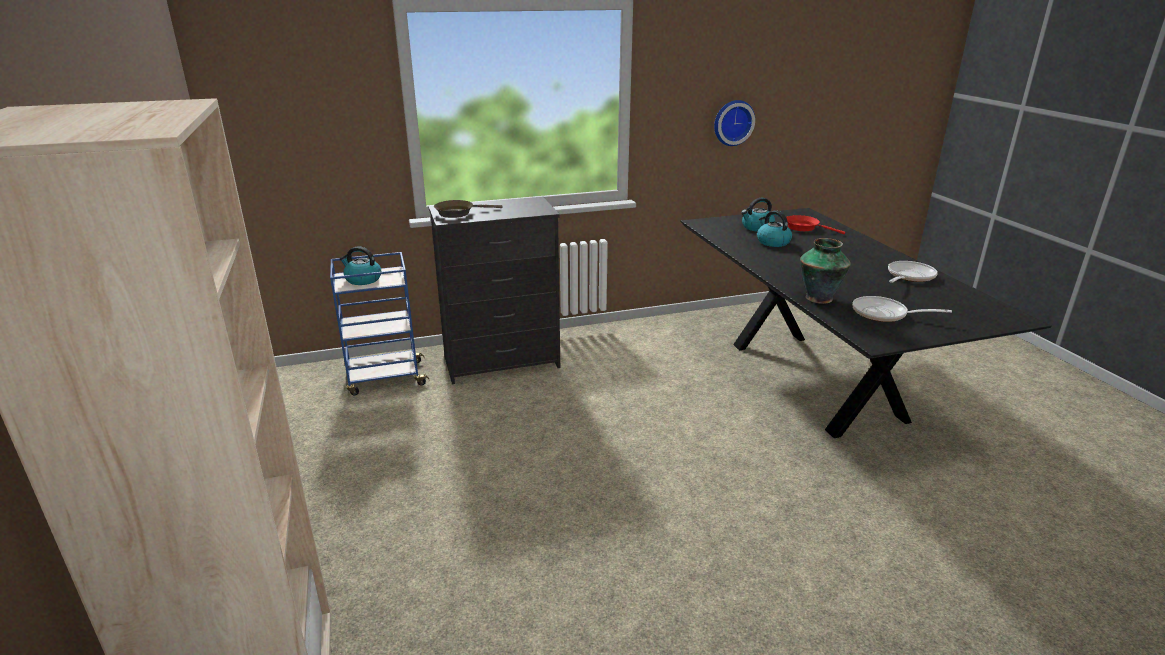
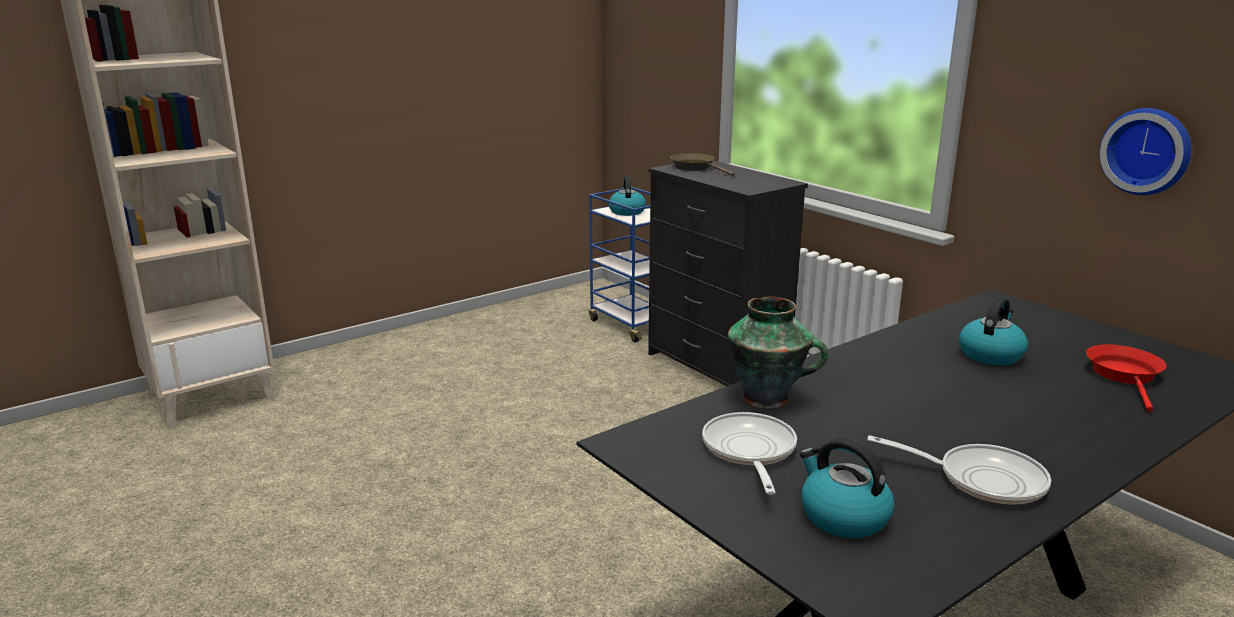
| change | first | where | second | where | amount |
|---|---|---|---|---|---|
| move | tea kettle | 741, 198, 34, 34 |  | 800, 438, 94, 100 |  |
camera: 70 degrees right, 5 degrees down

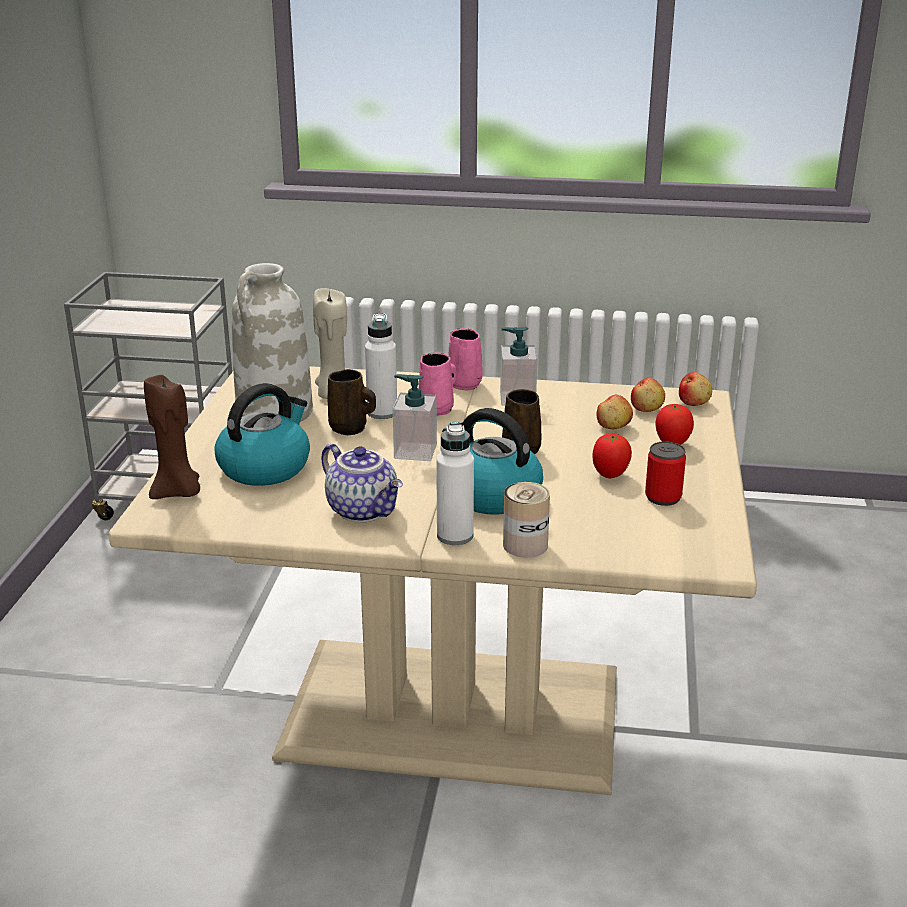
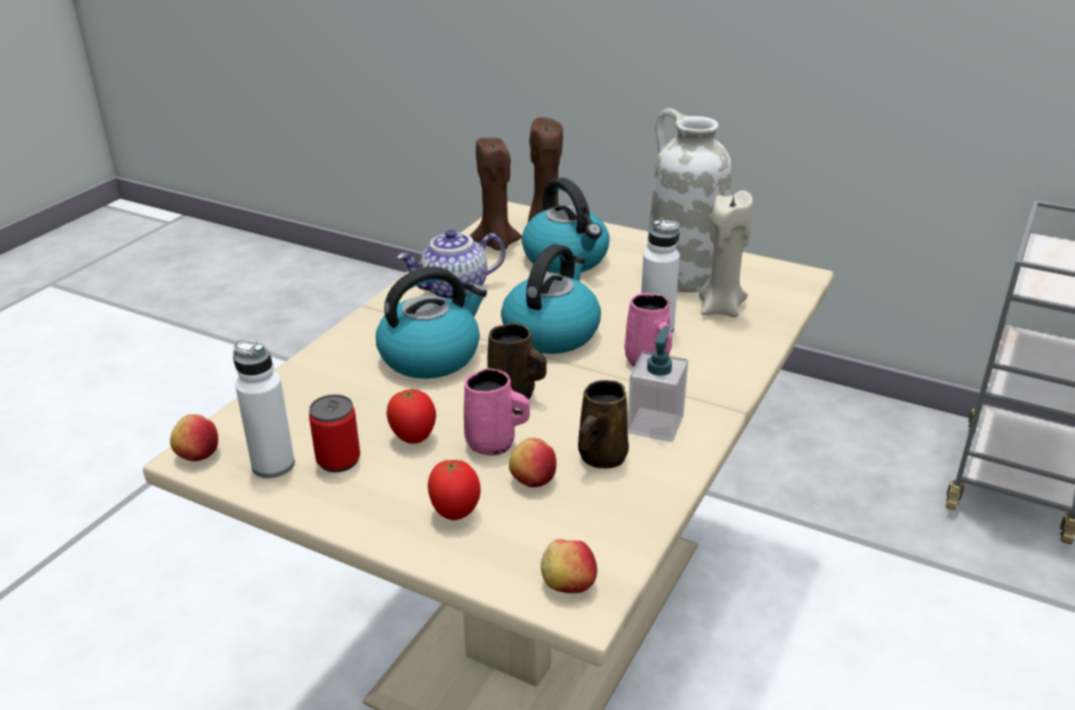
| change | first | where | second | where | amount |
|---|---|---|---|---|---|
| move | apple fruit | 631, 378, 34, 34 |  | 170, 414, 48, 47 |  |
| move | white-coloured beverage bottle | 436, 422, 38, 123 |  | 233, 339, 62, 139 |  |
| move | pink-coloured coffee mug | 448, 328, 35, 62 |  | 464, 368, 66, 88 |  |
| insert |  |  | brownish candle | 470, 138, 52, 113 |  |
| replace | soap dispenser | 393, 374, 44, 87 | tea kettle | 501, 244, 100, 110 |  |
| move | brownish coffee mug | 328, 369, 48, 66 |  | 578, 380, 51, 88 |  |
| delete | can | 503, 482, 47, 75 |  |  |  |
camera: 110 degrees right, 5 degrees up

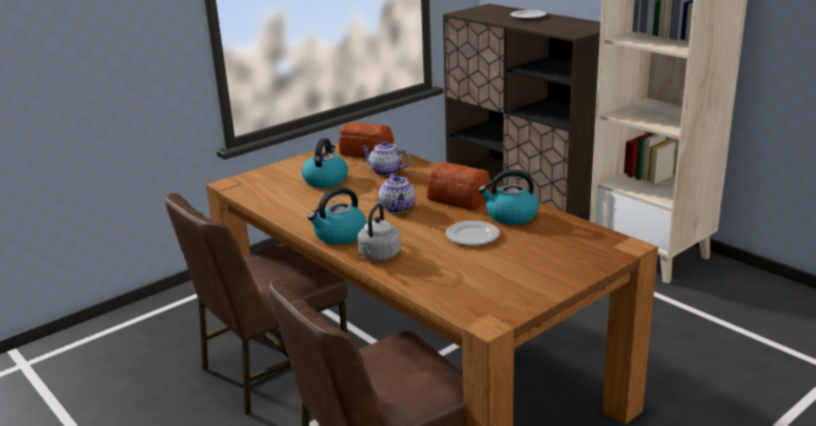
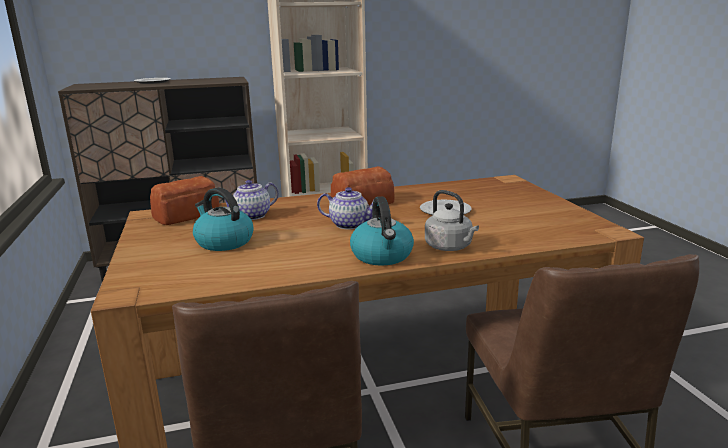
| change | first | where | second | where | amount |
|---|---|---|---|---|---|
| delete | tea kettle | 478, 169, 61, 56 |  |  |  |
camera: 65 degrees left, 5 degrees down

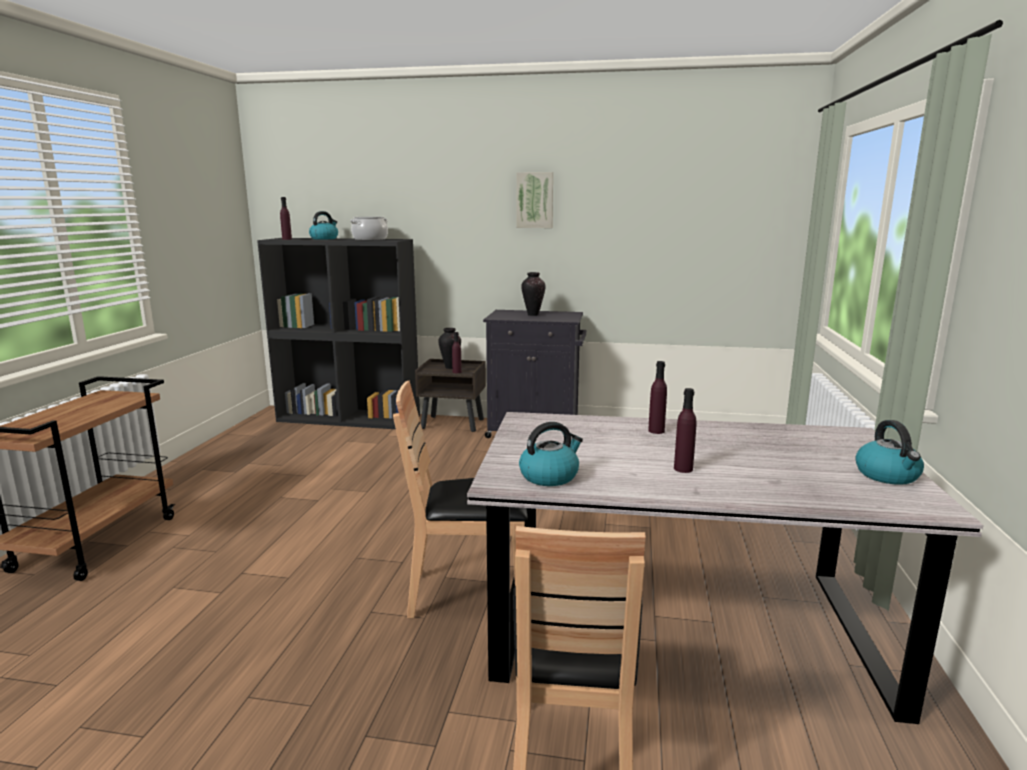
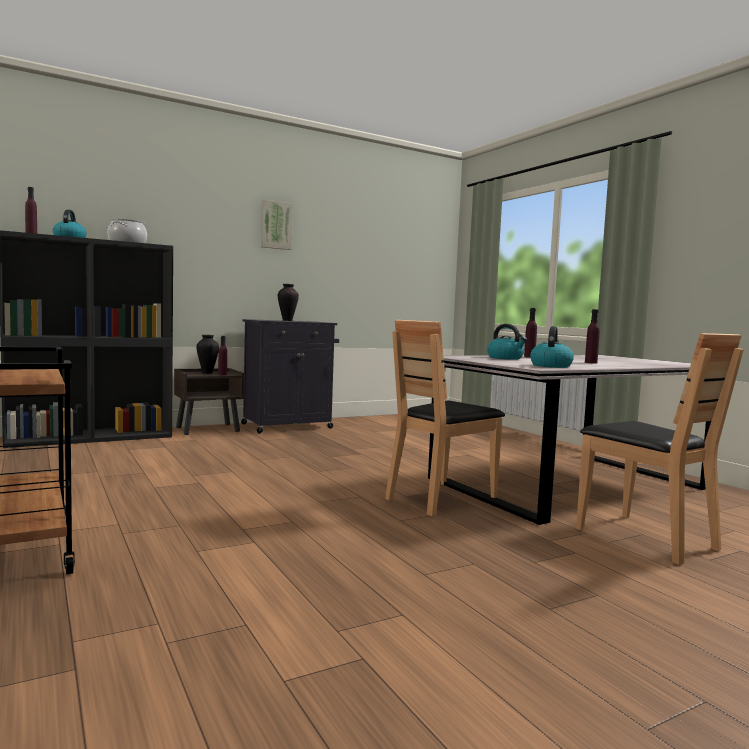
| change | first | where | second | where | amount |
|---|---|---|---|---|---|
| move | tea kettle | 855, 420, 69, 65 |  | 487, 324, 40, 36 |  |
camera: 40 degrees left, 10 degrees down

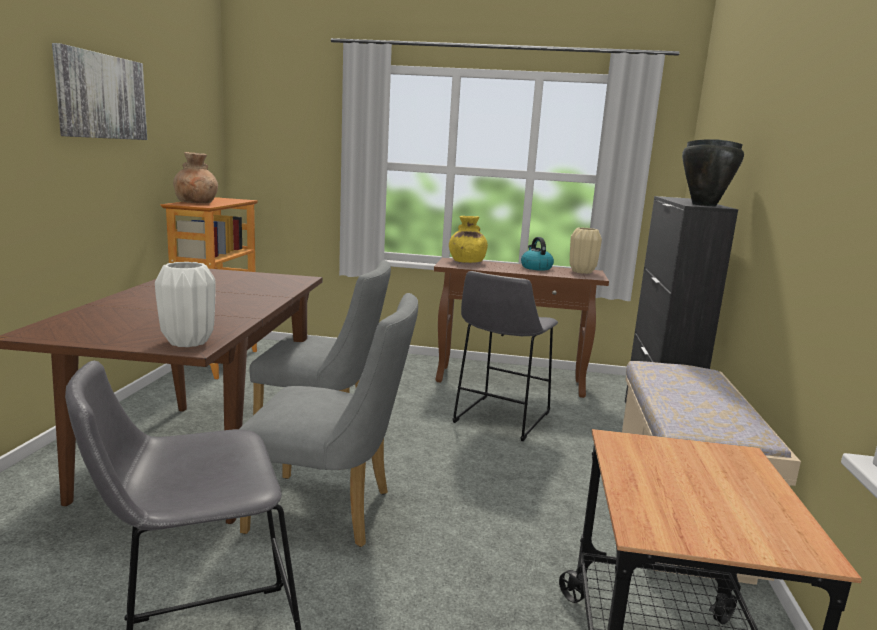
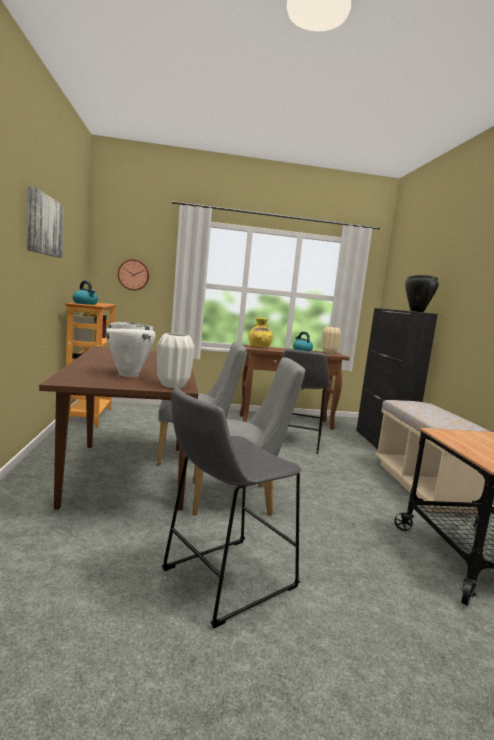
| change | first | where | second | where | amount |
|---|---|---|---|---|---|
| replace | brownish flower vase | 173, 152, 45, 51 | tea kettle | 73, 281, 25, 24 |  |
| insert |  |  | white-coloured cooking pot | 106, 322, 49, 55 |  |
| insert |  |  | hanging clock | 118, 259, 31, 32 |  |
camera: 15 degrees left, 5 degrees down

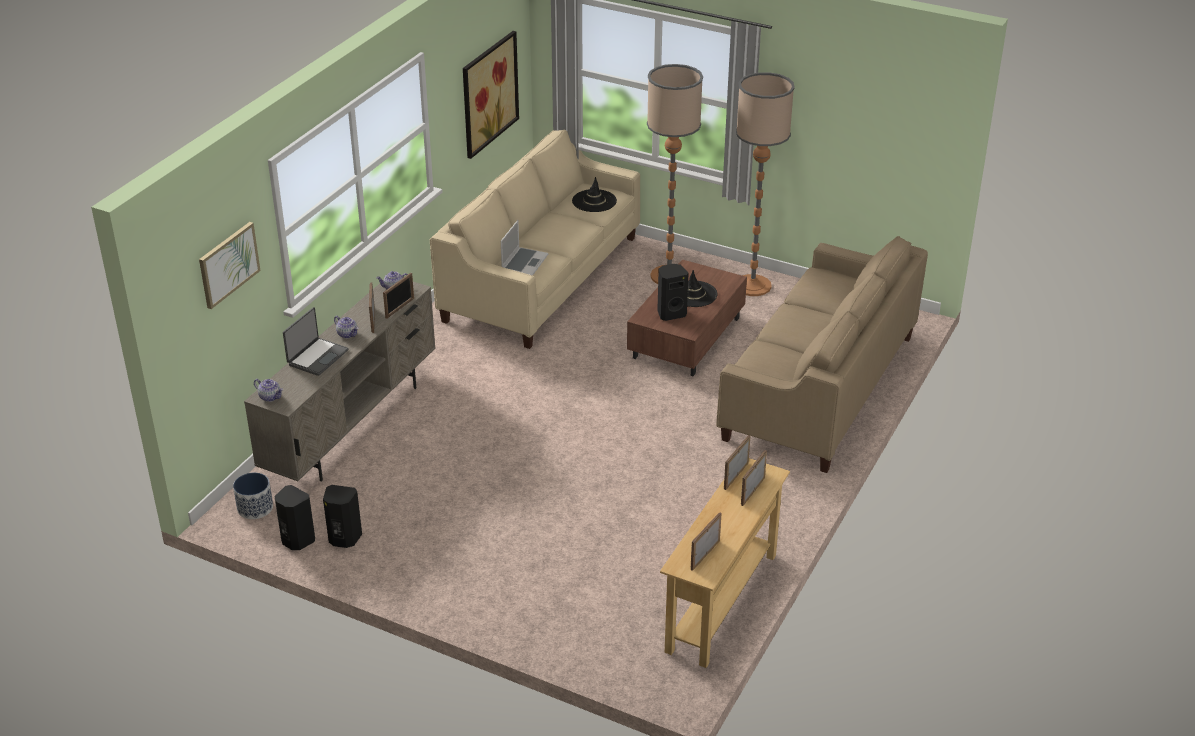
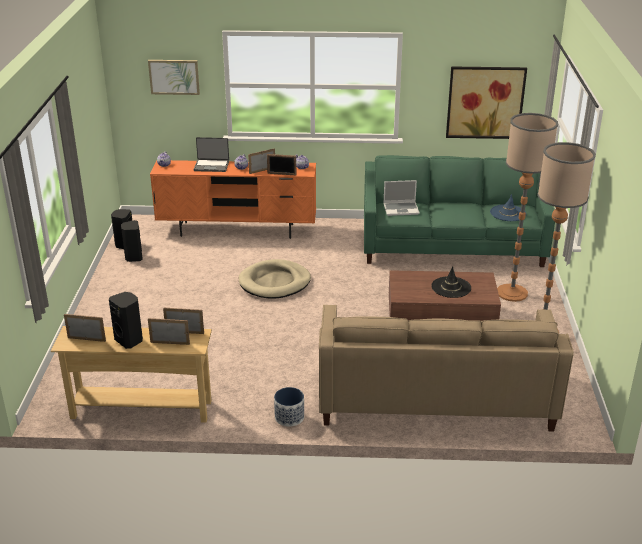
| change | first | where | second | where | amount |
|---|---|---|---|---|---|
| move | black audio speaker | 657, 264, 32, 57 |  | 109, 292, 34, 57 |  |
| recolor | sand-coloured media console | 244, 282, 191, 200 | orange-coloured media console | 150, 160, 166, 79 |  |
| insert |  |  | sand-coloured pet bed | 239, 259, 72, 40 |  |
| move | flower pot | 233, 473, 40, 46 |  | 274, 387, 30, 40 |  |
| recolor | sand-coloured settee | 430, 129, 210, 220 | green settee | 364, 155, 191, 112 |  |
| recolor | black clothing hat | 572, 177, 45, 35 | bluish clothing hat | 490, 194, 36, 27 |  |
camera: 65 degrees right, 5 degrees down

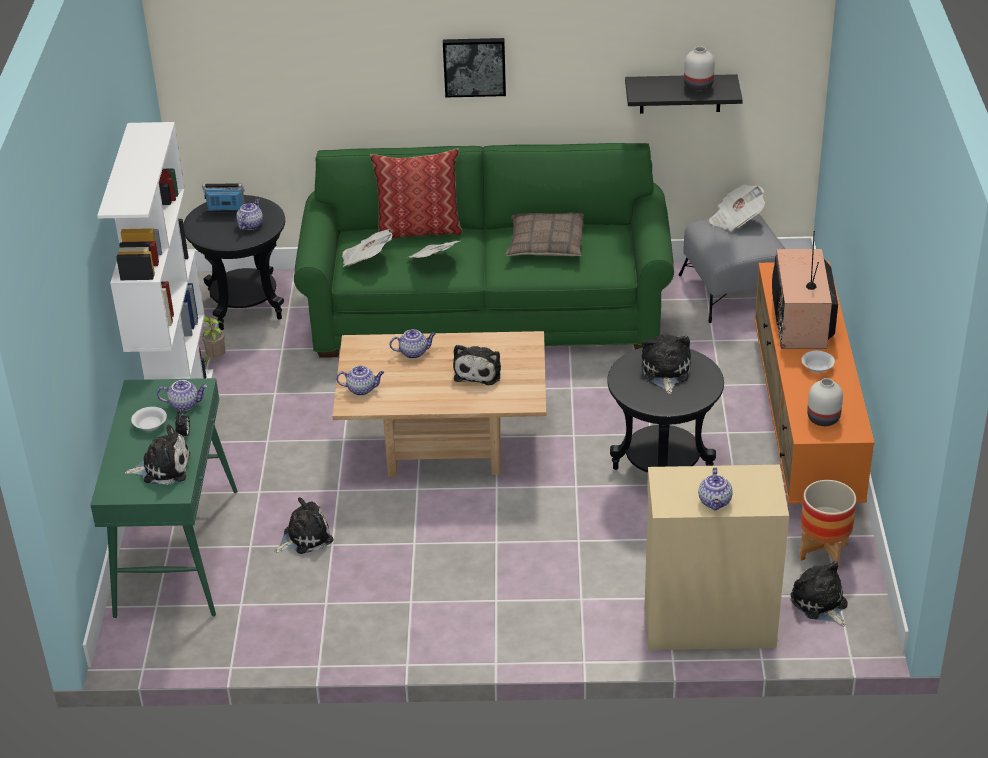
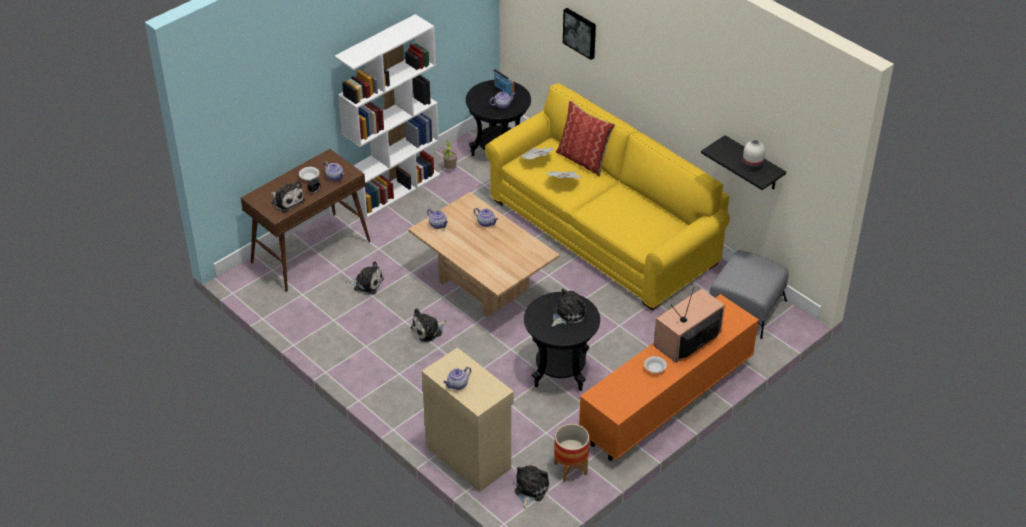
| change | first | where | second | where | amount |
|---|---|---|---|---|---|
| recolor | green hall table | 90, 378, 148, 240 | brownish hall table | 241, 149, 129, 143 |  |
| move | plush toy | 453, 345, 48, 40 |  | 411, 308, 35, 34 |  |
| recolor | green settee | 294, 143, 380, 215 | yellow-coloured settee | 485, 83, 245, 227 |  |
| move | wall art | 443, 38, 63, 59 |  | 563, 8, 33, 52 |  |
| delete | pillow | 506, 213, 78, 43 |  |  |  |
| delete | printed paper | 709, 184, 56, 47 |  |  |  |
| delete | white-coloured flower vase | 807, 378, 36, 48 |  |  |  |
camera: 45 degrees right, 5 degrees up

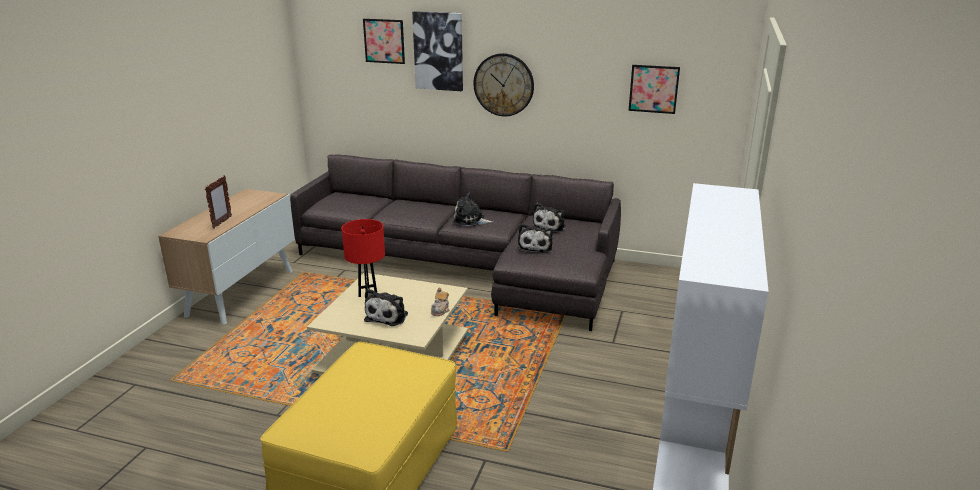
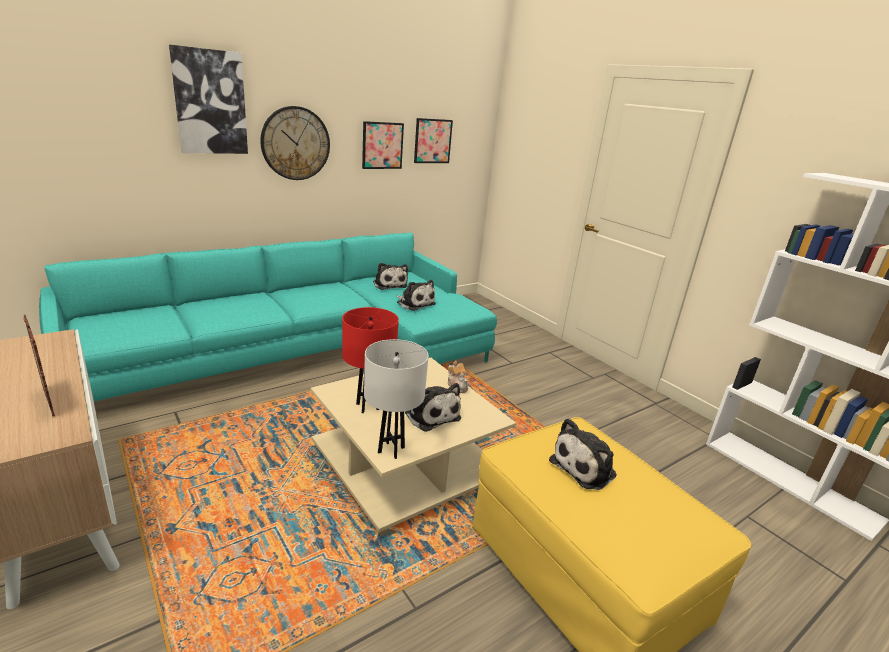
| change | first | where | second | where | amount |
|---|---|---|---|---|---|
| recolor | greyish settee | 290, 154, 331, 177 | blue-green settee | 39, 232, 458, 169 |  |
| move | wall art | 363, 19, 42, 45 |  | 362, 121, 42, 48 |  |
| insert |  |  | white-coloured lamp for a table | 364, 339, 65, 120 |  |
| move | plush toy | 453, 193, 41, 33 |  | 549, 418, 68, 72 |  |
camera: 55 degrees left, 0 degrees up

